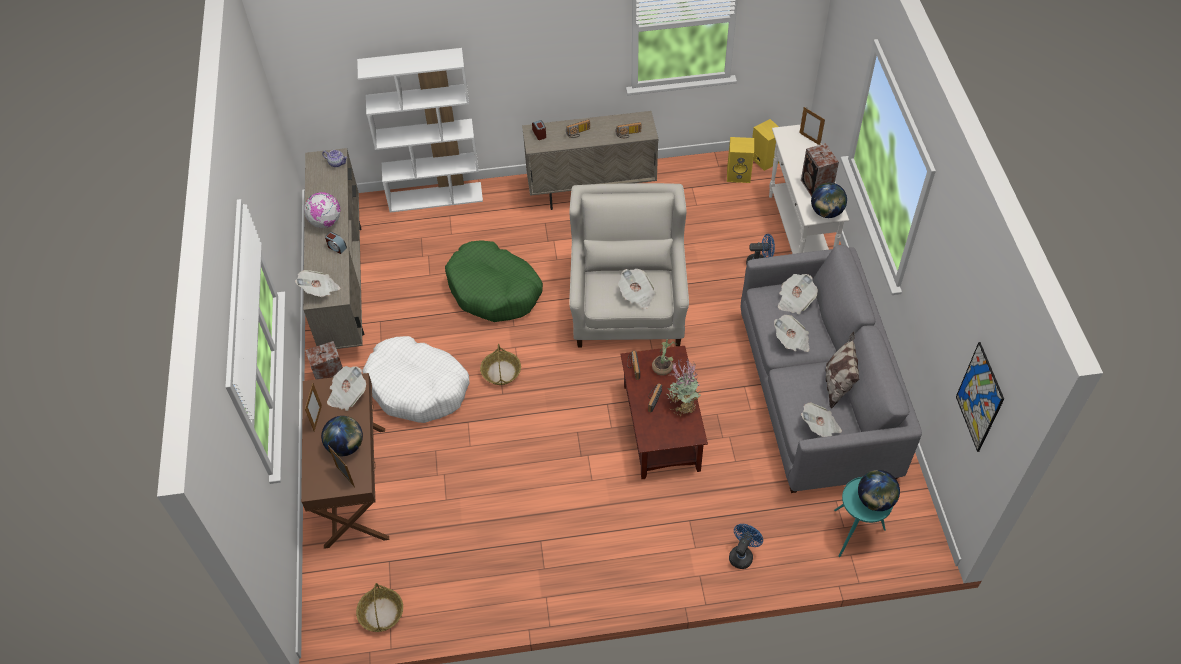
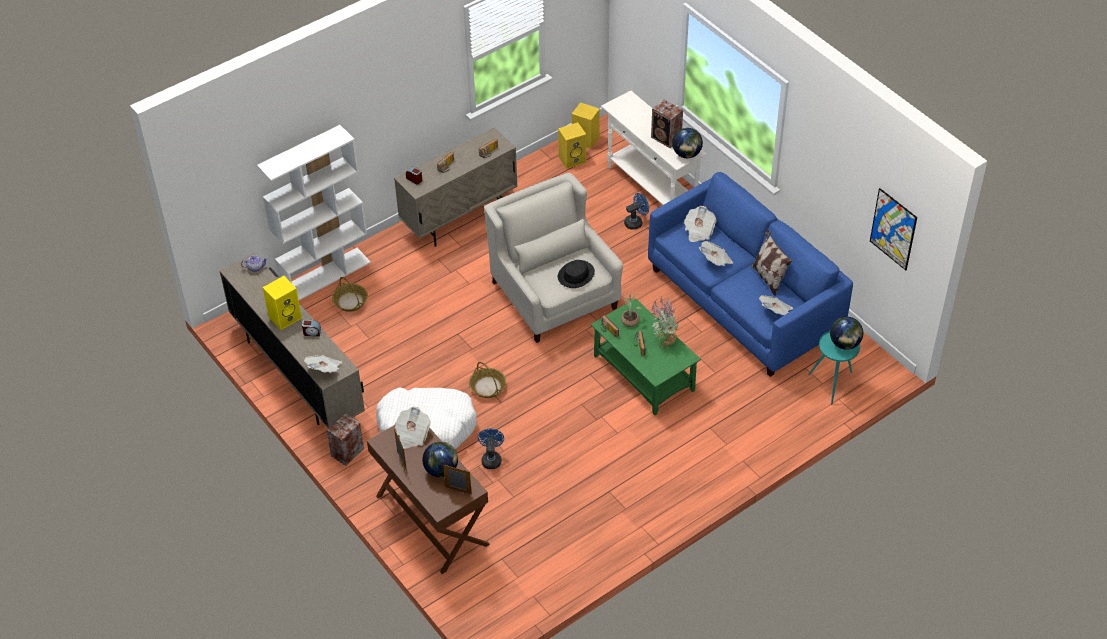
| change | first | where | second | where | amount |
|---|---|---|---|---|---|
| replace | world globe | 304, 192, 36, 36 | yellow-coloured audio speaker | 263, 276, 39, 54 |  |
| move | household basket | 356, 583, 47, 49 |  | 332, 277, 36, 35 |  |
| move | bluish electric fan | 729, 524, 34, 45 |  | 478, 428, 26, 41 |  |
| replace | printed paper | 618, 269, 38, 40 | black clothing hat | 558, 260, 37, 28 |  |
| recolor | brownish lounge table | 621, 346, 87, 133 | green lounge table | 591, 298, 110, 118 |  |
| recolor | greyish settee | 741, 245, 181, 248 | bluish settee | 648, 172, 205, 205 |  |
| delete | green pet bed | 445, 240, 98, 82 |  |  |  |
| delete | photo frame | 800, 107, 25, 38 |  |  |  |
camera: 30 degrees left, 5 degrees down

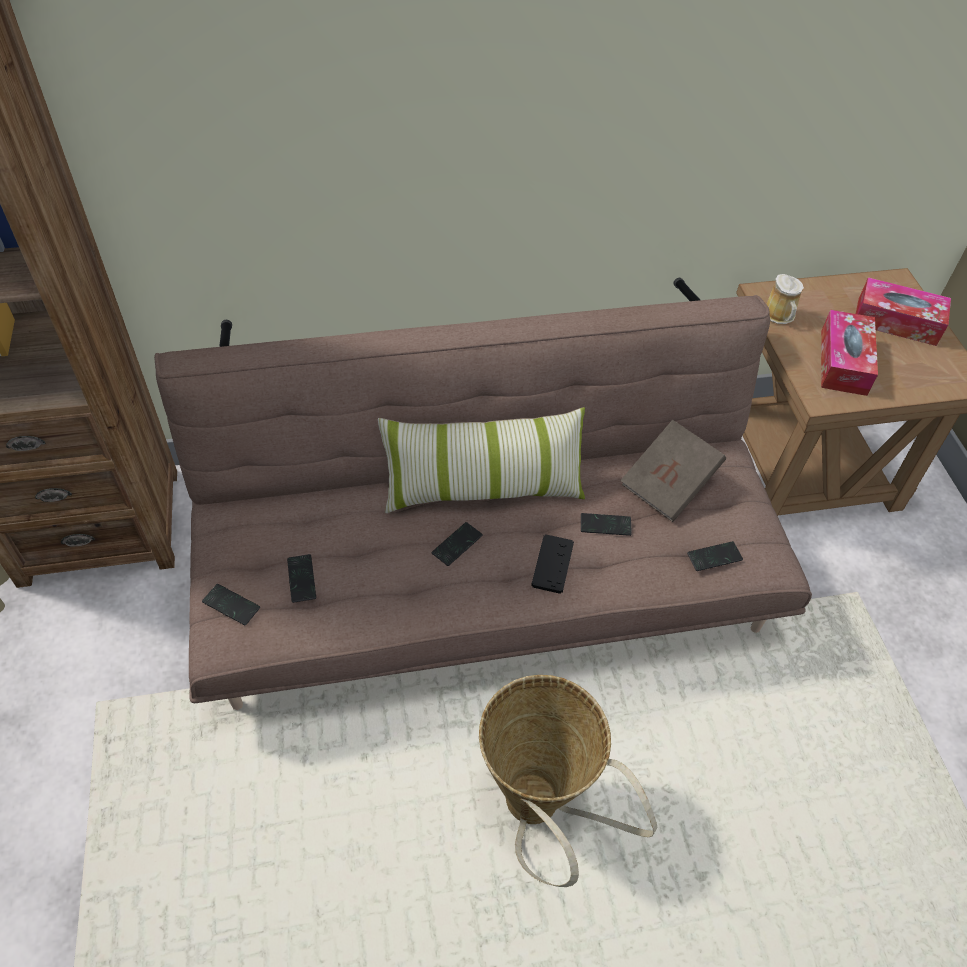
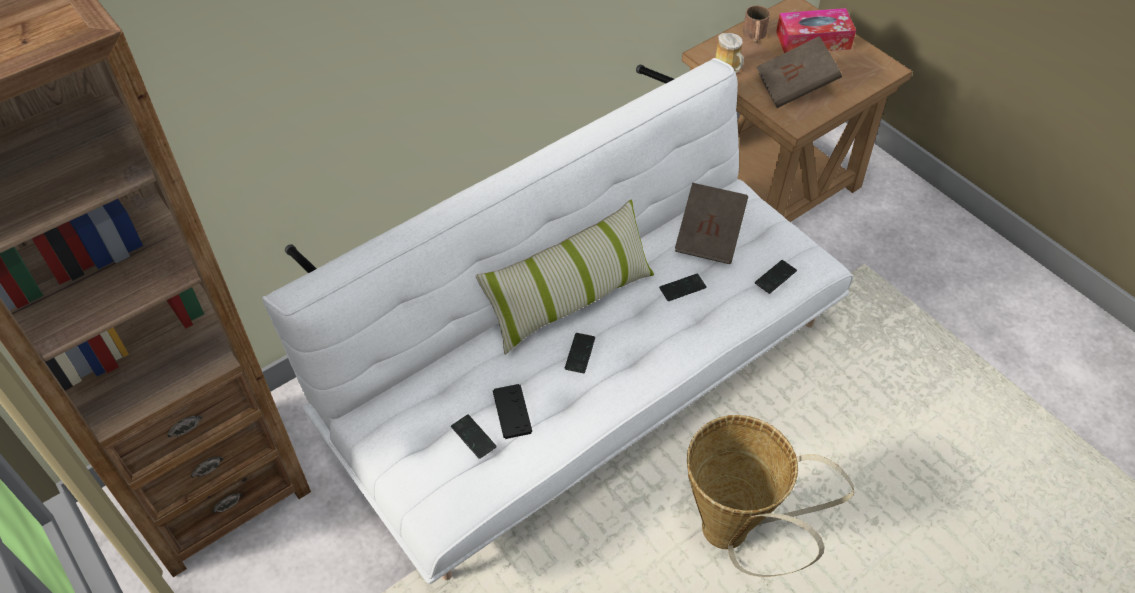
| change | first | where | second | where | amount |
|---|---|---|---|---|---|
| recolor | brownish settee | 154, 278, 658, 432 | white-coloured settee | 262, 58, 591, 526 |  |
| move | black joypad | 531, 535, 43, 59 |  | 493, 384, 39, 55 |  |
| insert |  |  | brownish coffee mug | 743, 6, 27, 37 |  |
| replace | box of tissues | 821, 310, 57, 86 | brownish bound book | 756, 36, 86, 72 |  |
| delete | telephone | 202, 584, 58, 41 |  |  |  |
camera: 25 degrees left, 0 degrees up

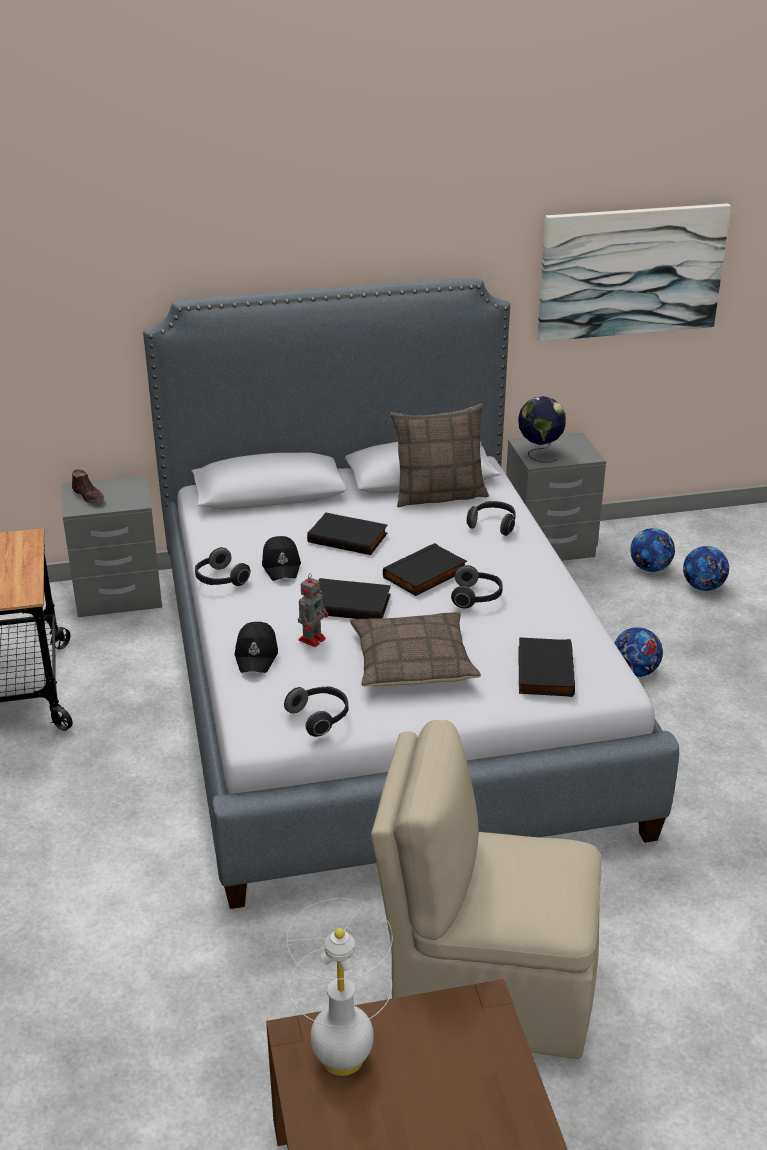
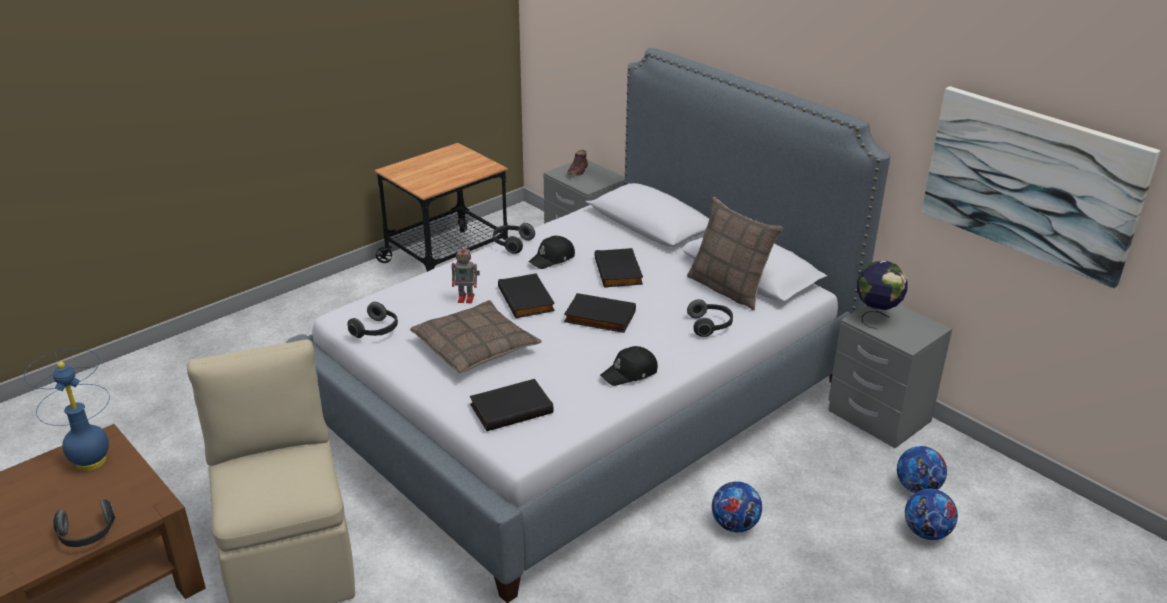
| change | first | where | second | where | amount |
|---|---|---|---|---|---|
| recolor | white-coloured lamp for a table | 287, 898, 106, 178 | bluish lamp for a table | 24, 348, 86, 123 |  |
| move | headphones | 451, 565, 52, 43 |  | 53, 499, 62, 48 |  |
| move | black baseball cap | 235, 622, 43, 51 |  | 600, 346, 58, 40 |  |
camera: 60 degrees right, 0 degrees up

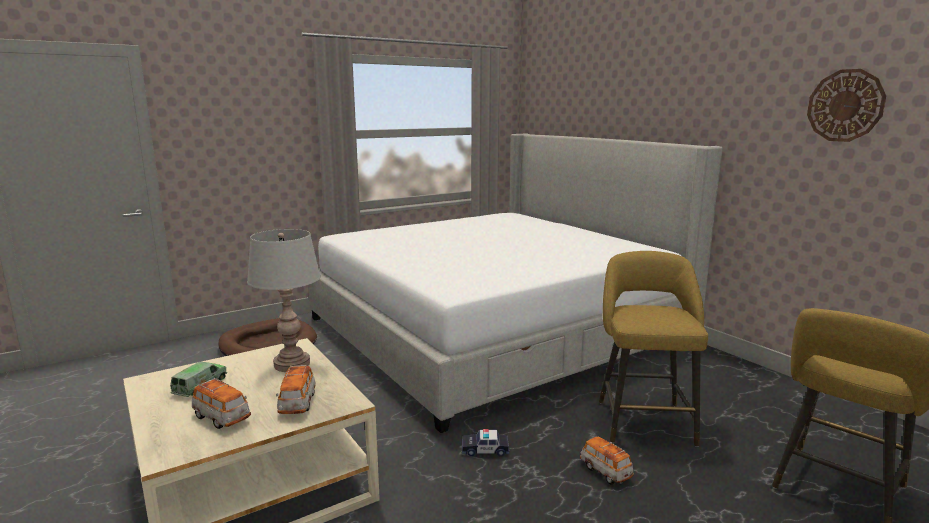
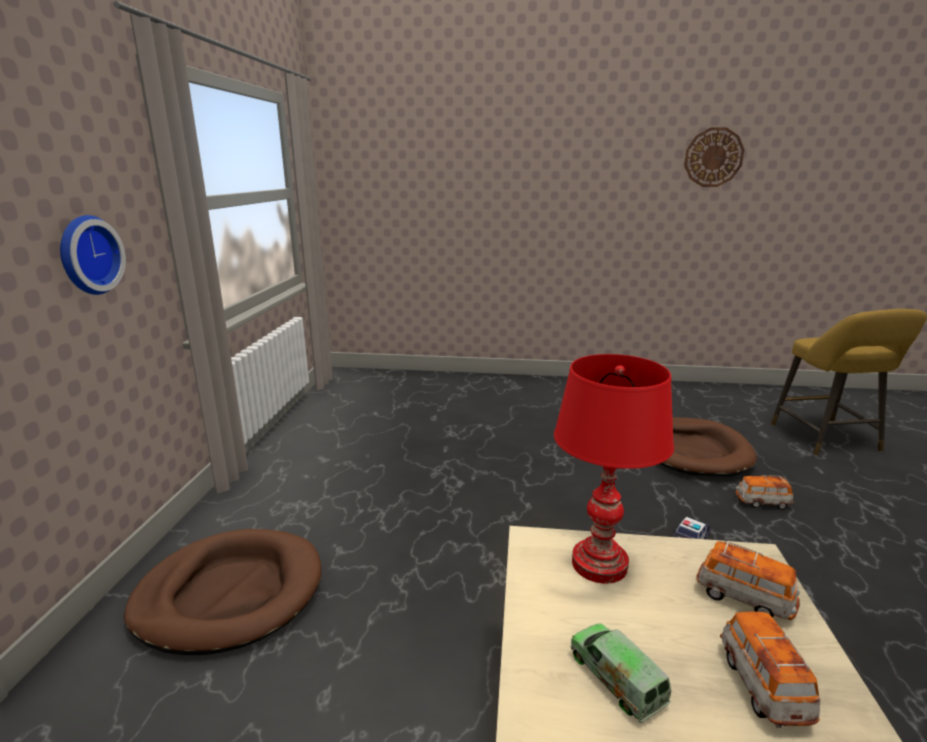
| change | first | where | second | where | amount |
|---|---|---|---|---|---|
| insert |  |  | hanging clock | 60, 215, 66, 80 |  |
| recolor | greyish lamp for a table | 247, 229, 74, 143 | red-coloured lamp for a table | 554, 354, 120, 230 |  |
| replace | yellow-coloured stool | 599, 251, 109, 196 | brownish pet bed | 660, 417, 97, 60 |  |
| rotate | miniature car | 192, 378, 59, 51 |  | 720, 611, 100, 117 | 75 degrees counterclockwise |
| delete | bedroom bed | 308, 134, 415, 299 |  |  |  |
camera: 50 degrees left, 5 degrees up

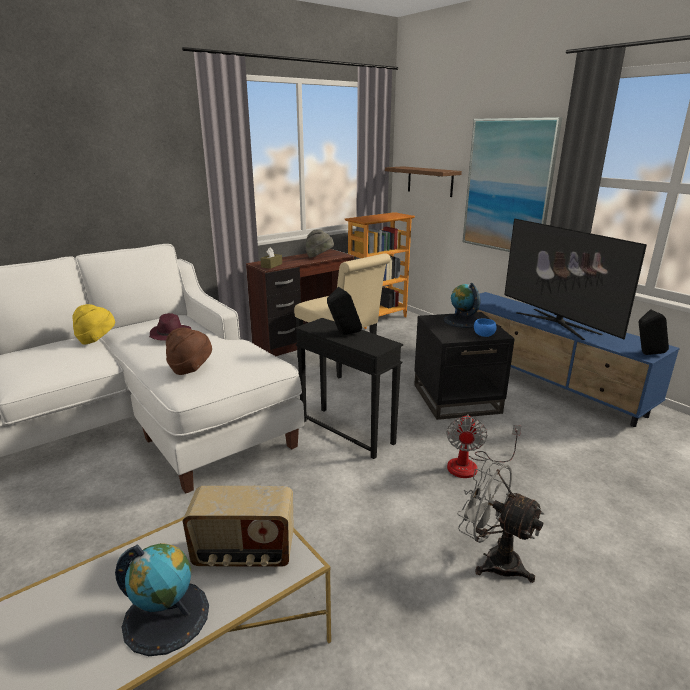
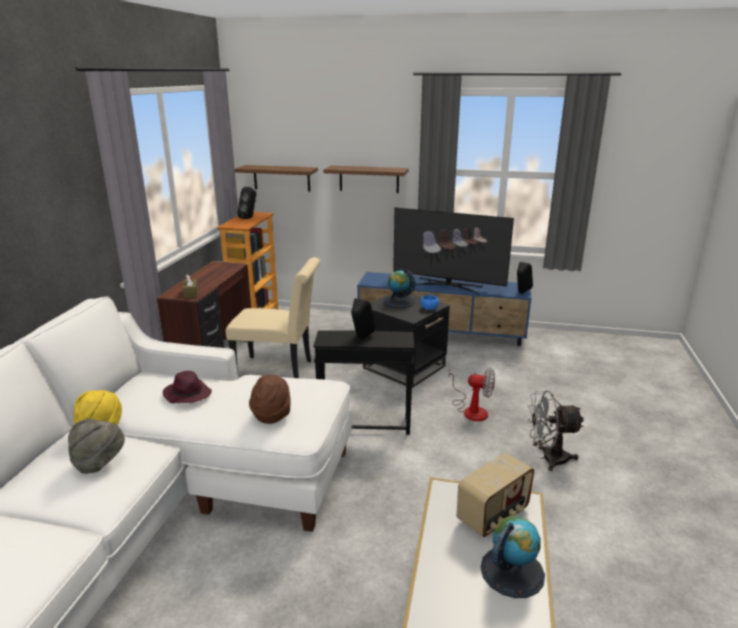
| change | first | where | second | where | amount |
|---|---|---|---|---|---|
| move | greyish clothing hat | 305, 229, 29, 29 |  | 68, 419, 57, 55 |  |
| insert |  |  | black audio speaker | 237, 187, 19, 32 |  |
| replace | wall art | 463, 117, 99, 135 | brownish shelf | 323, 166, 86, 27 |  |
| rotate | electric fan | 446, 414, 75, 64 |  | 449, 368, 46, 53 | 45 degrees counterclockwise |
camera: 40 degrees left, 0 degrees up

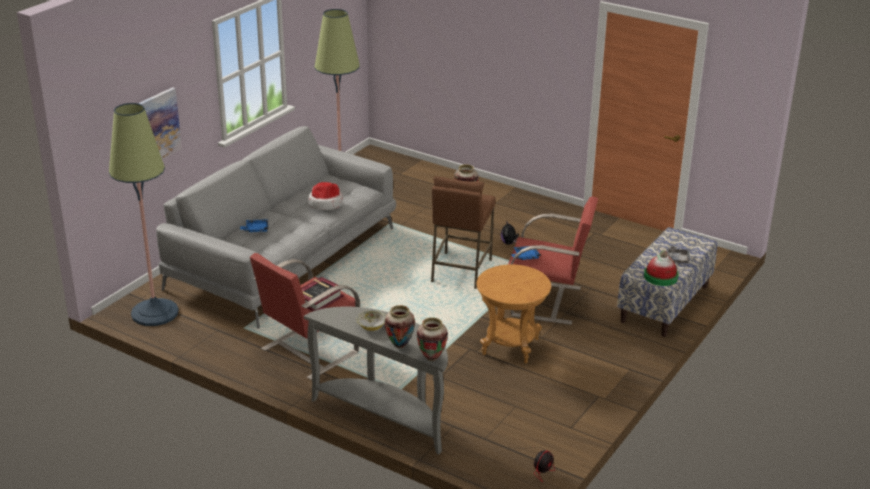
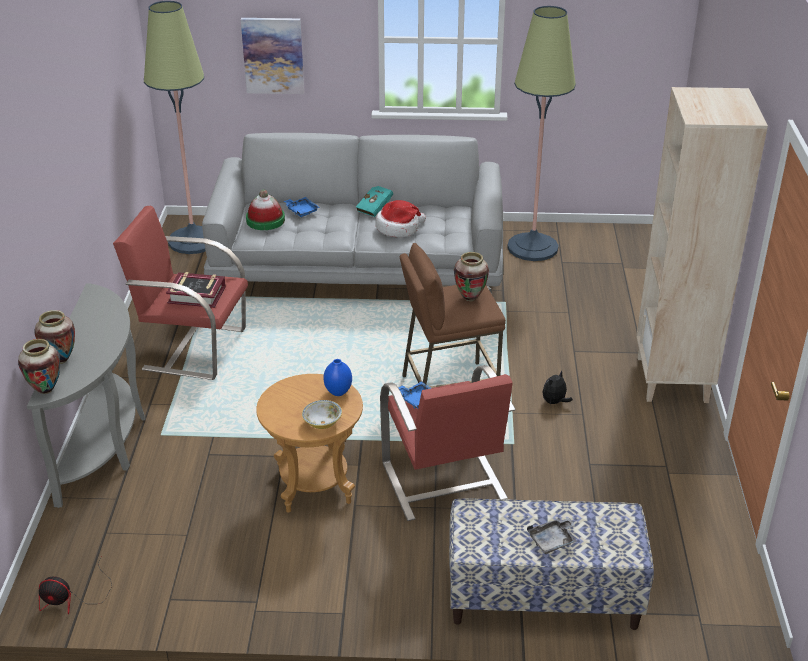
| change | first | where | second | where | amount |
|---|---|---|---|---|---|
| move | clothing hat | 644, 251, 35, 35 |  | 246, 190, 39, 40 |  |
| move | deep dish | 356, 310, 30, 21 |  | 302, 400, 40, 29 |  |
| insert |  |  | bluish flower vase | 323, 359, 29, 37 |  |
| insert |  |  | blue-green bound book | 356, 186, 37, 31 |  |
| insert |  |  | sand-coloured bookshelf | 636, 87, 132, 316 |  |
camera: 60 degrees right, 5 degrees up

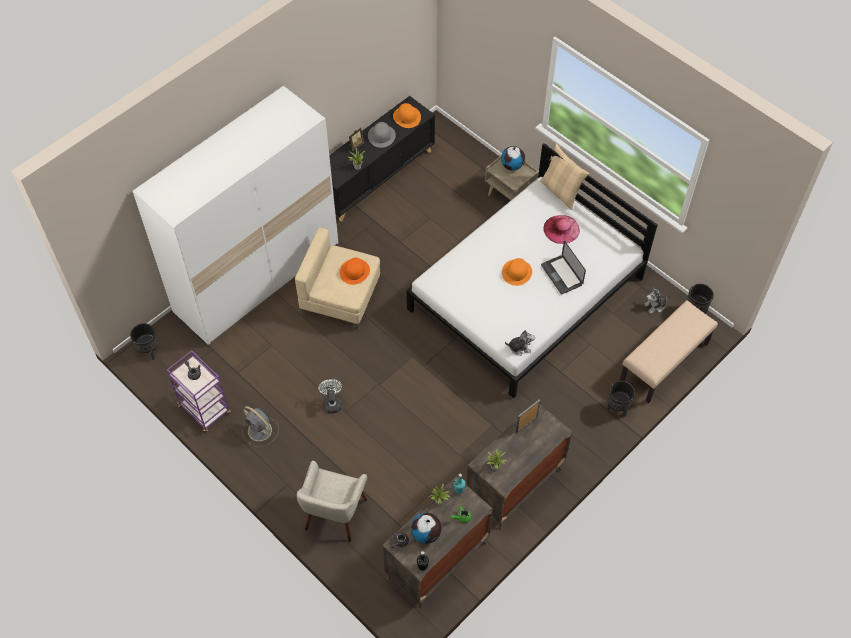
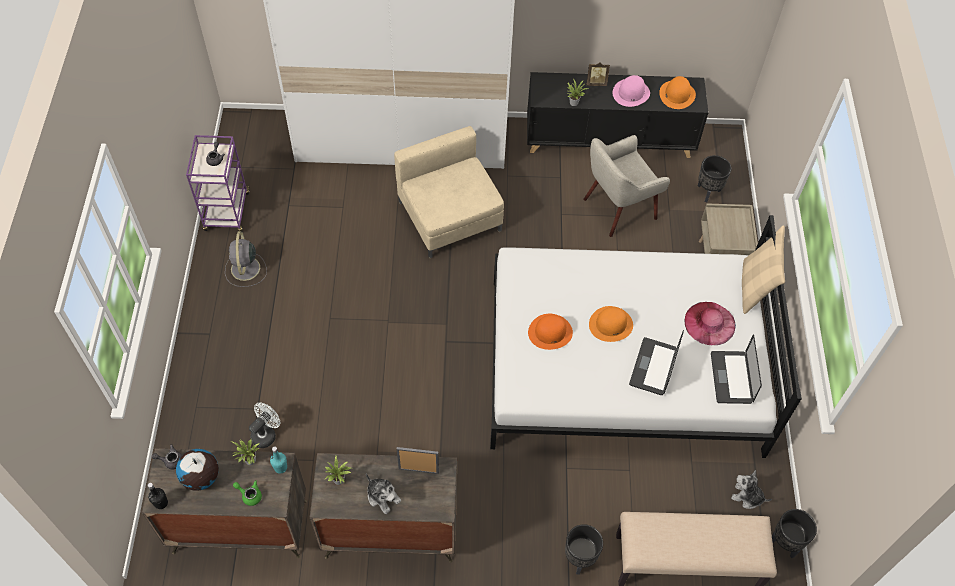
| change | first | where | second | where | amount |
|---|---|---|---|---|---|
| move | white-coloured electric fan | 318, 379, 24, 35 |  | 249, 402, 31, 46 |  |
| move | plush toy | 505, 330, 30, 26 |  | 366, 474, 35, 40 |  |
| move | orange-coloured clothing hat | 340, 258, 30, 27 |  | 528, 314, 45, 36 |  |
| move | sand-coloured lounge chair | 297, 460, 70, 82 |  | 583, 135, 87, 102 |  |
| recolor | greyish clothing hat | 368, 122, 28, 26 | pink-coloured clothing hat | 613, 75, 37, 32 |  |
| move | black flower pot | 130, 323, 28, 37 |  | 698, 155, 33, 47 |  |
| insert |  |  | notebook computer | 711, 335, 51, 69 |  |
| delete | world globe | 501, 146, 24, 25 |  |  |  |
camera: 45 degrees right, 0 degrees up

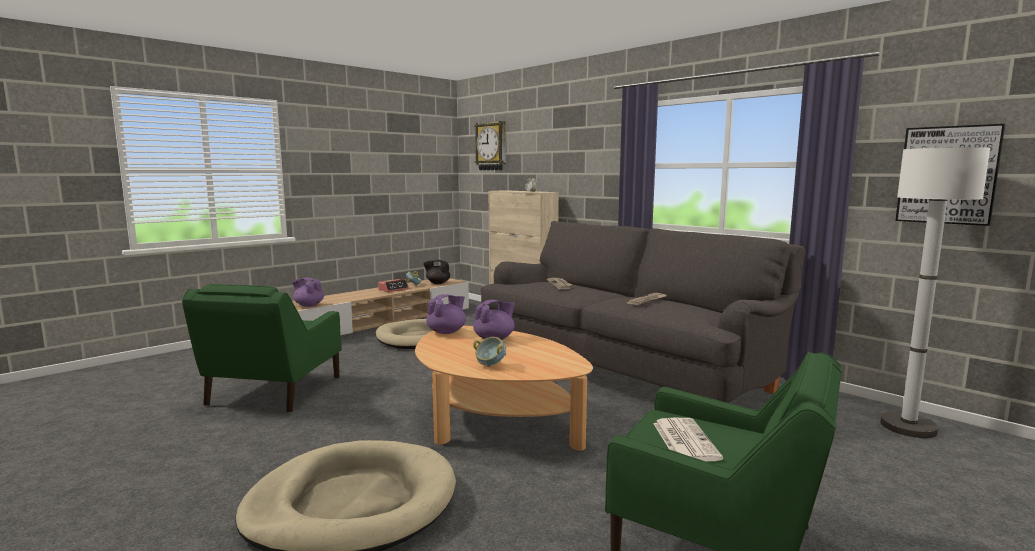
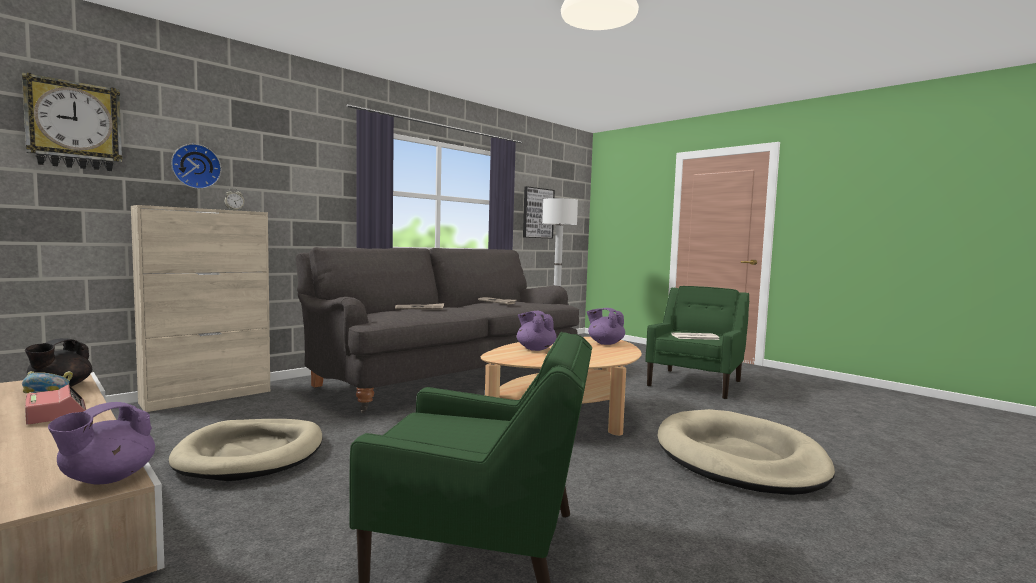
| change | first | where | second | where | amount |
|---|---|---|---|---|---|
| insert |  |  | hanging clock | 171, 144, 50, 45 |  |
| move | purple tea pot | 426, 294, 40, 40 |  | 587, 308, 38, 37 |  |
| delete | deep dish | 473, 337, 33, 30 |  |  |  |
camera: 90 degrees left, 5 degrees down

